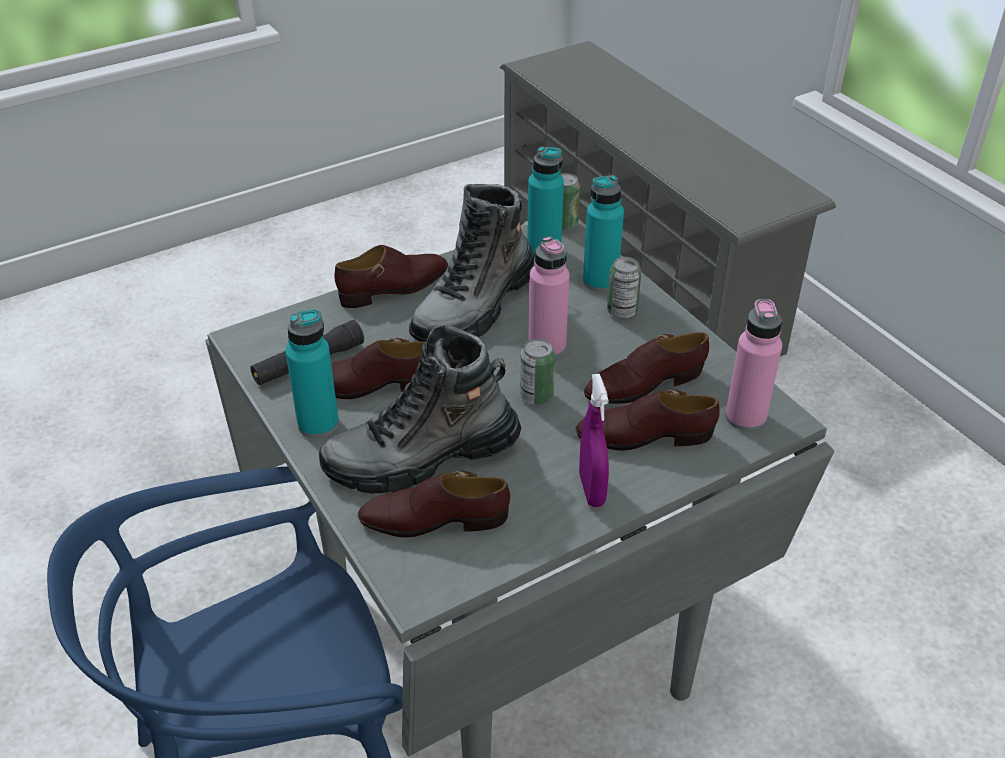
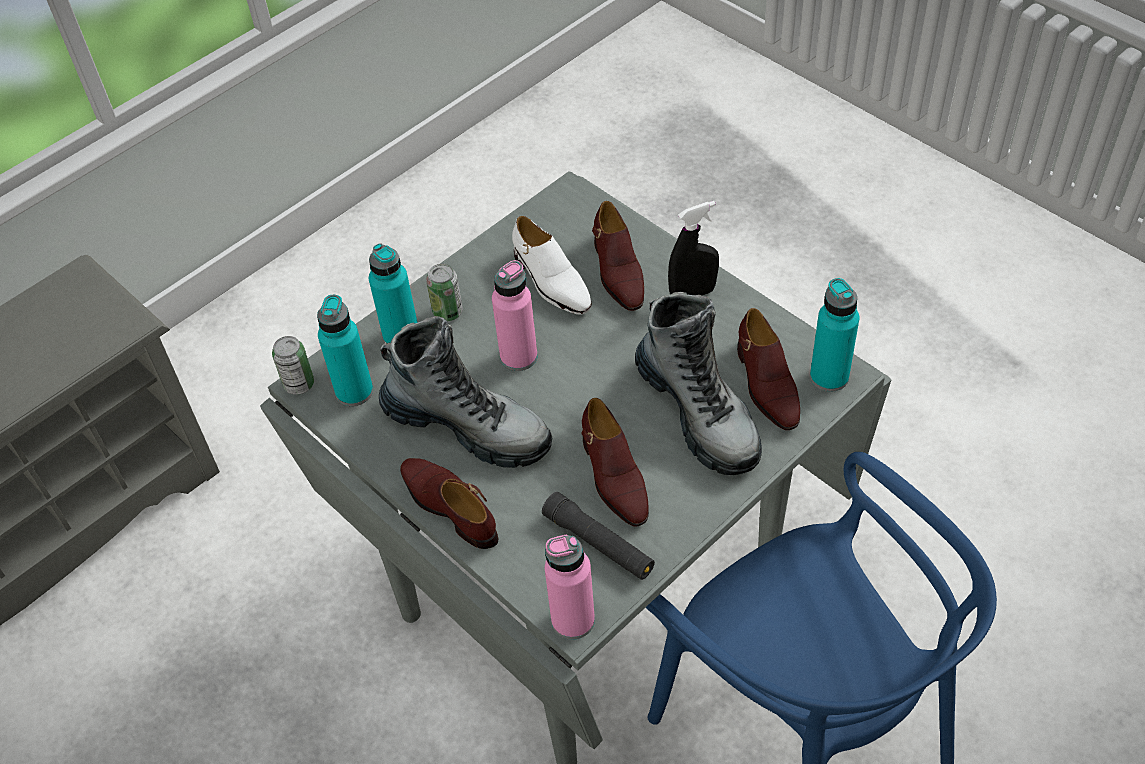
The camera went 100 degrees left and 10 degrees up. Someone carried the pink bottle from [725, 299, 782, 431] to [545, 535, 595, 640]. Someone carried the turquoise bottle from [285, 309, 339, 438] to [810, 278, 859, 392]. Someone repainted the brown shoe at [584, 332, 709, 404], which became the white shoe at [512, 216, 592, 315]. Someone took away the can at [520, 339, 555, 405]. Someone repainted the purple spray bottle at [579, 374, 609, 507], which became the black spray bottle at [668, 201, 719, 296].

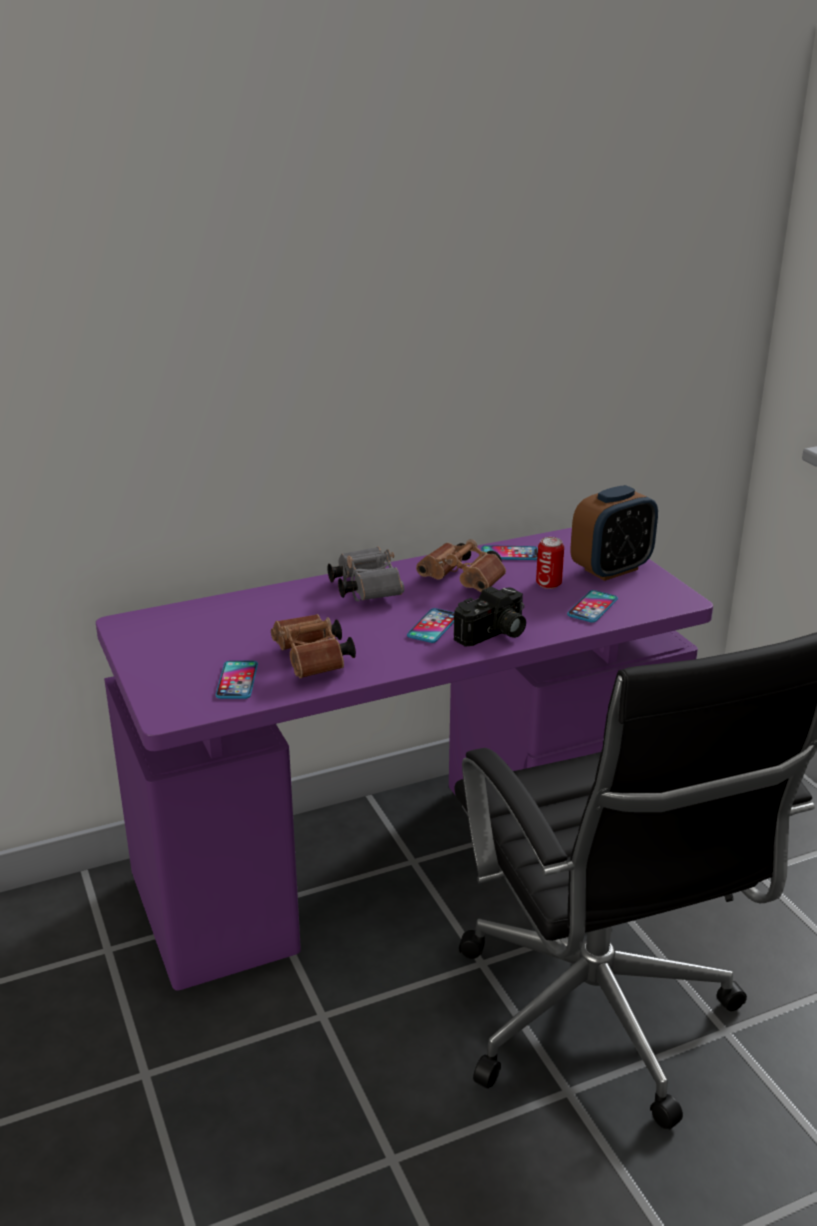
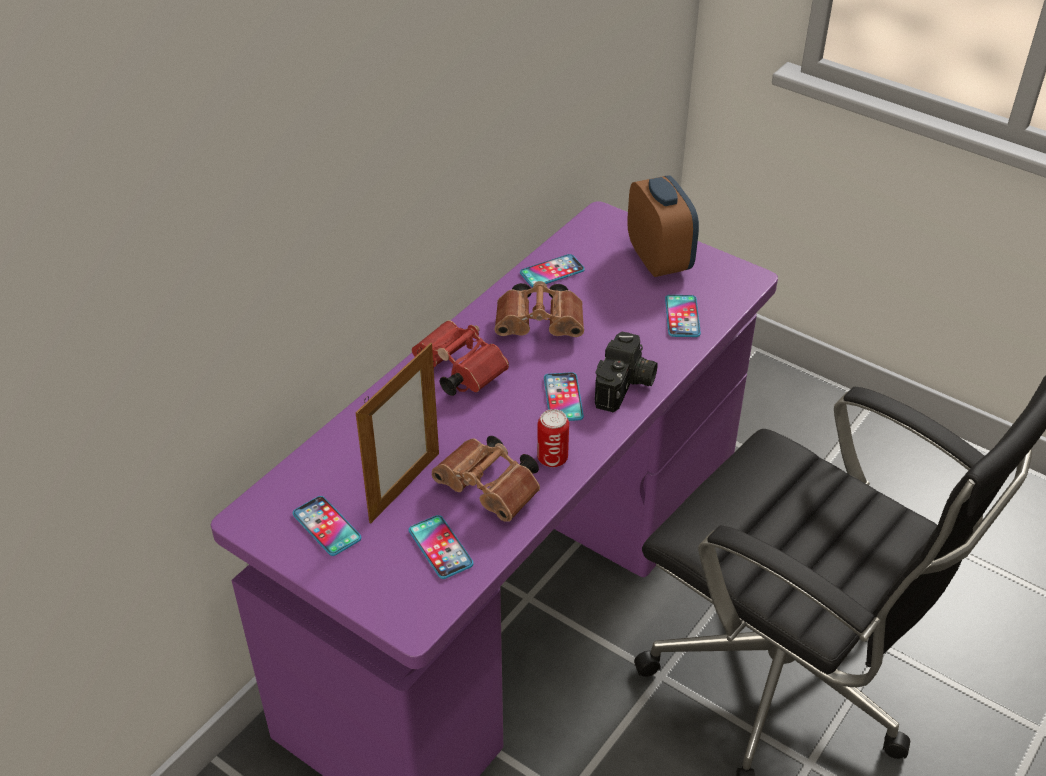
The camera went 30 degrees left and 15 degrees up. Someone rotated the alarm clock at [571, 485, 658, 581] by 45 degrees counterclockwise. Someone carried the can from [536, 537, 564, 589] to [537, 409, 569, 467]. Someone repainted the grey binoculars at [327, 547, 404, 601], which became the red binoculars at [412, 320, 509, 396]. Someone put down the picture frame at [356, 343, 439, 524]. Someone put down the phone at [292, 496, 361, 556].

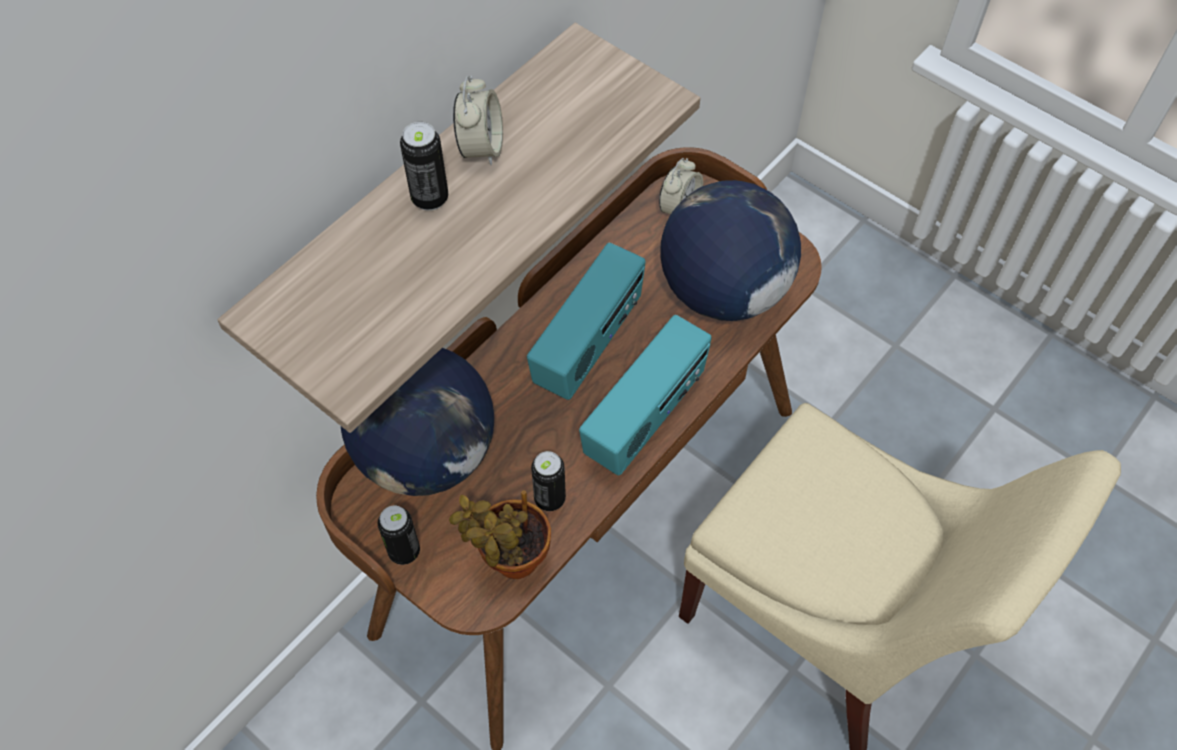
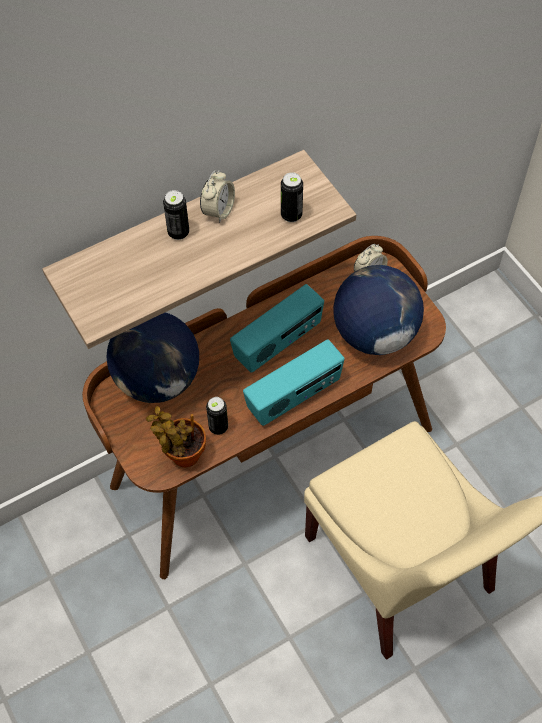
The camera went 20 degrees right and 0 degrees up. Someone carried the can from [378, 506, 420, 565] to [281, 172, 303, 222].

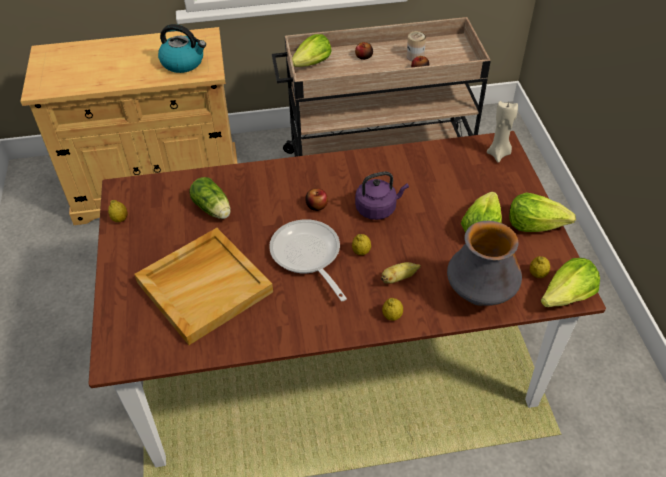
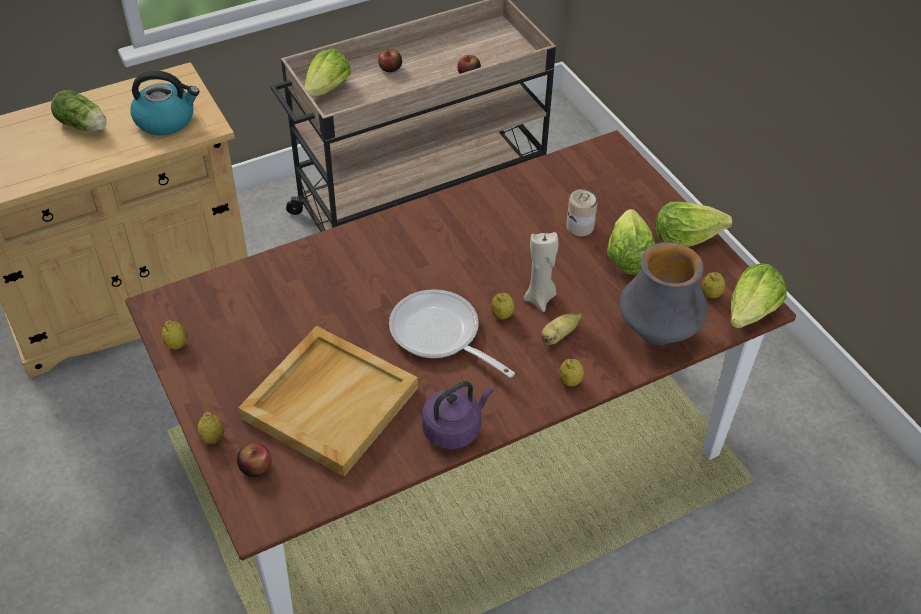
The camera went 20 degrees left and 0 degrees up. Someone carried the can from [407, 31, 426, 61] to [566, 189, 598, 236]. Someone carried the beige candle from [487, 101, 518, 163] to [523, 232, 558, 312]. Someone carried the purple kettle from [355, 171, 409, 220] to [422, 381, 494, 449]. Someone carried the lettuce from [189, 177, 231, 219] to [51, 90, 107, 131]. Someone carried the apple from [305, 188, 328, 211] to [237, 443, 271, 477]. Someone put down the lemon at [198, 412, 225, 444].

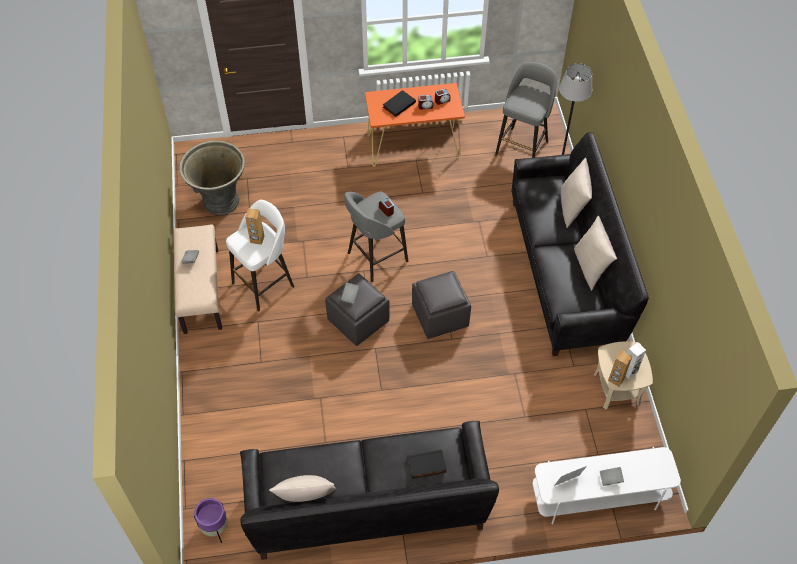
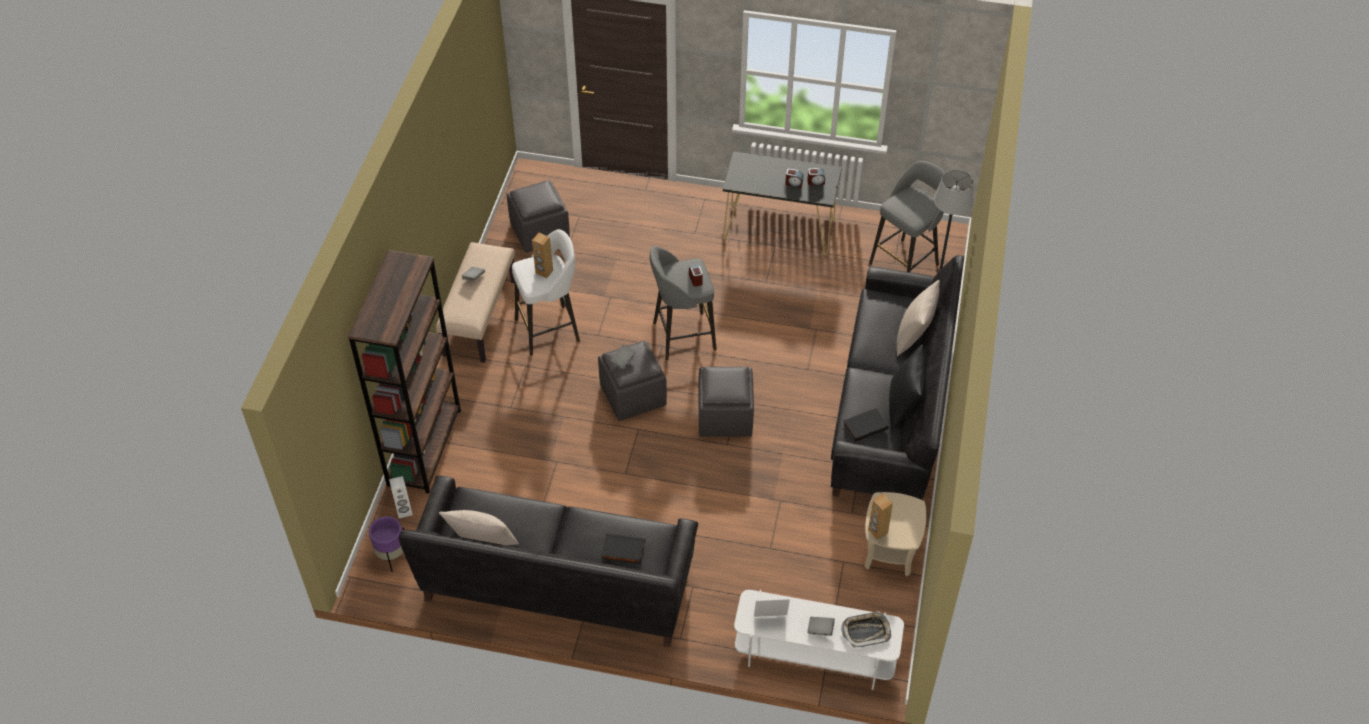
The camera went 20 degrees right and 5 degrees down. Someone repainted the orange console table at [365, 83, 465, 167], which became the black console table at [723, 151, 842, 255]. Someone carried the black book from [383, 90, 416, 117] to [843, 408, 889, 442]. Someone swapped the grey planter at [179, 141, 245, 215] for the grey ottoman at [507, 180, 570, 253]. Someone repainted the beige pillow at [574, 216, 617, 291], which became the black pillow at [889, 345, 926, 429]. Someone carried the white speaker from [626, 342, 646, 379] to [389, 476, 412, 518]. Someone put down the brown bookcase at [348, 250, 461, 494]. Someone put down the tray at [841, 611, 891, 648].

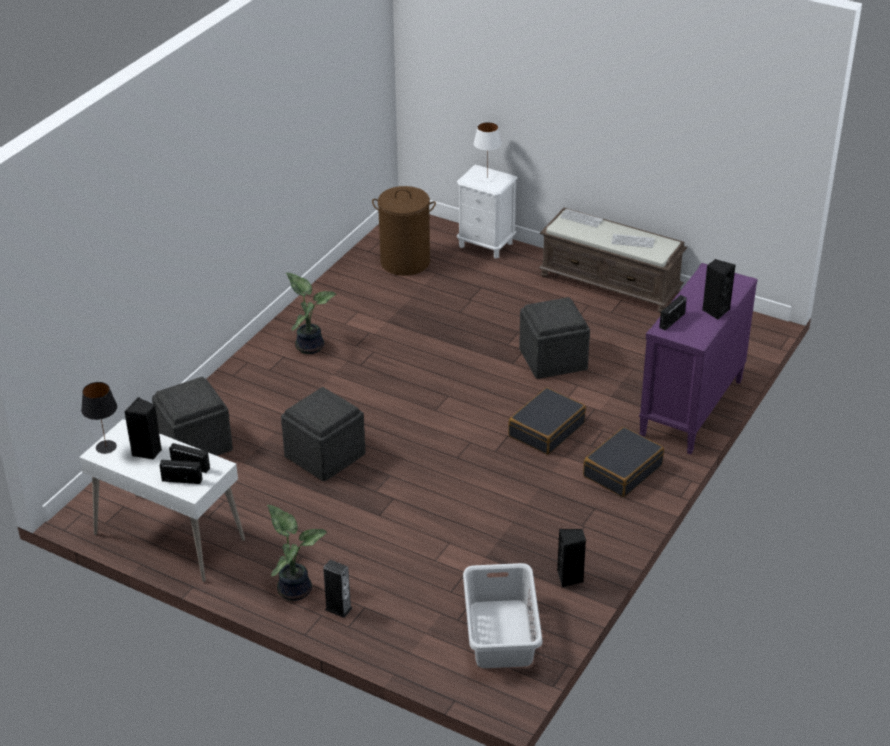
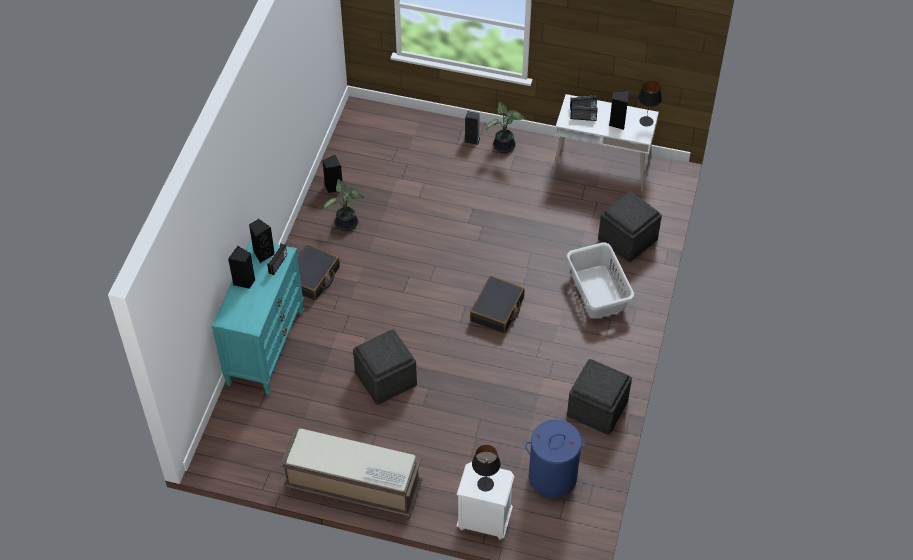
The camera went 165 degrees right and 15 degrees up. Someone repainted the white table lamp at [474, 122, 502, 182], which became the black table lamp at [472, 445, 501, 491]. Someone repainted the brown laundry basket at [372, 186, 436, 276], which became the blue laundry basket at [525, 419, 587, 498]. Someone took away the keyboard at [611, 234, 655, 248]. Someone repainted the purple dresser at [639, 263, 758, 454], which became the turquoise dresser at [212, 240, 304, 395]. Someone carried the potted plant from [286, 273, 337, 354] to [323, 179, 365, 231]. Someone carried the grey ottoman from [281, 387, 366, 481] to [567, 359, 632, 435]. Someone carried the black suitcase from [508, 388, 586, 455] to [470, 276, 525, 333]. Someone carried the grey laundry basket from [463, 563, 543, 668] to [566, 242, 635, 318]. Someone put down the black speaker at [249, 219, 275, 263].

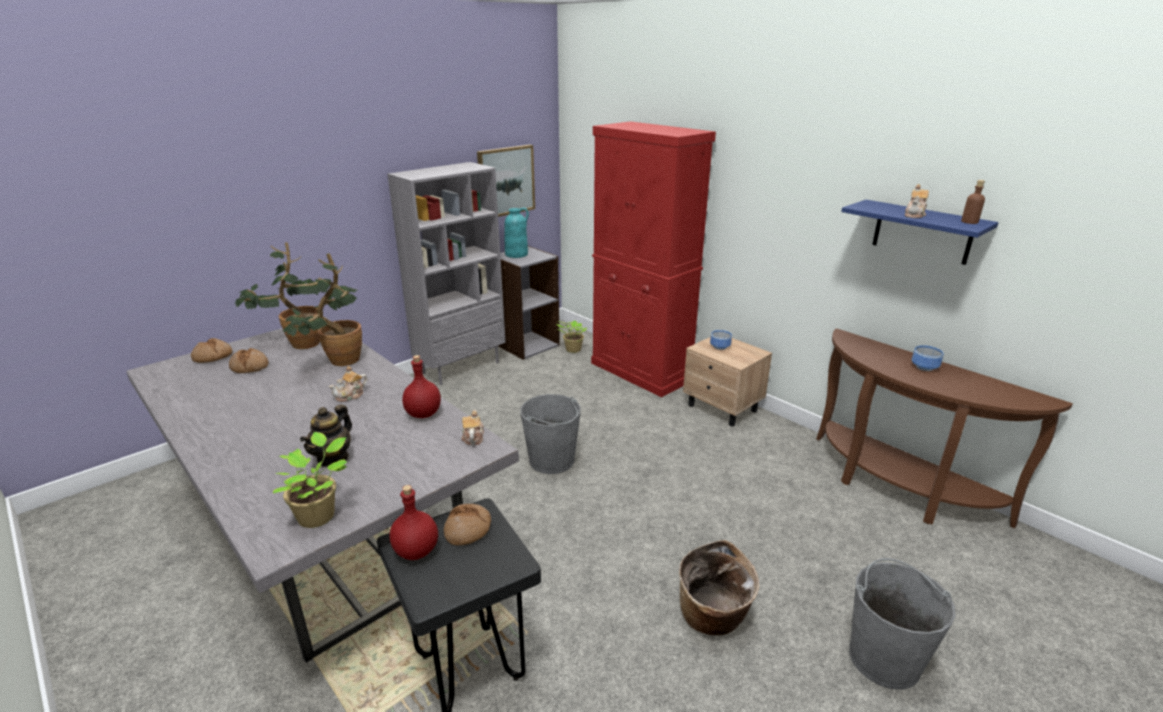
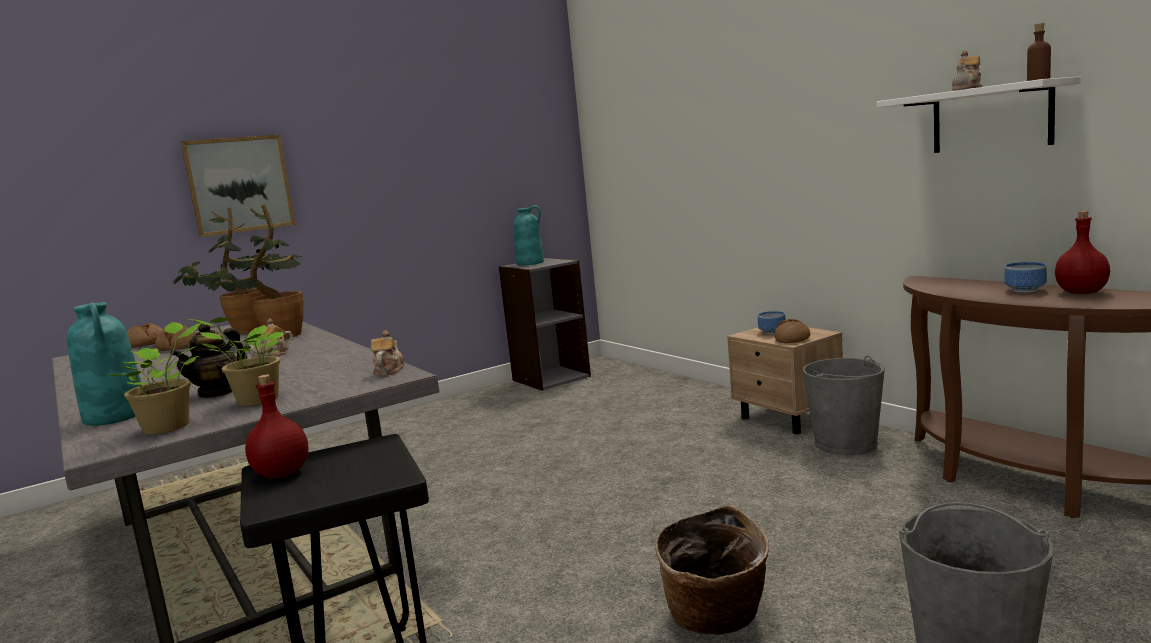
The camera went 10 degrees right and 15 degrees down. Someone took away the red cabinet at [591, 121, 716, 397]. Someone carried the picture from [477, 145, 535, 217] to [181, 134, 296, 237]. Someone took away the grey bookcase at [387, 162, 506, 385]. Someone repainted the blue shelf at [841, 200, 999, 265], which became the white shelf at [877, 77, 1081, 153]. Someone carried the potted plant from [555, 320, 587, 353] to [189, 317, 283, 406]. Someone carried the red bottle from [402, 355, 441, 418] to [1055, 211, 1110, 294]. Someone carried the grey bucket from [520, 394, 581, 474] to [802, 356, 885, 455]. Someone carried the bread from [444, 504, 491, 545] to [775, 319, 810, 343]. Someone put down the turquoise vase at [67, 302, 142, 426].

